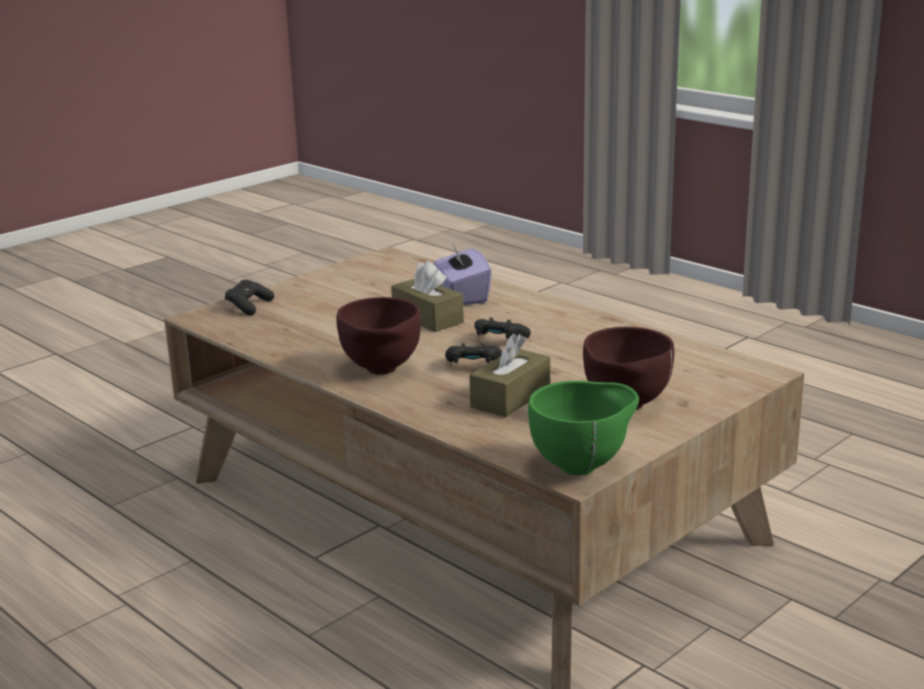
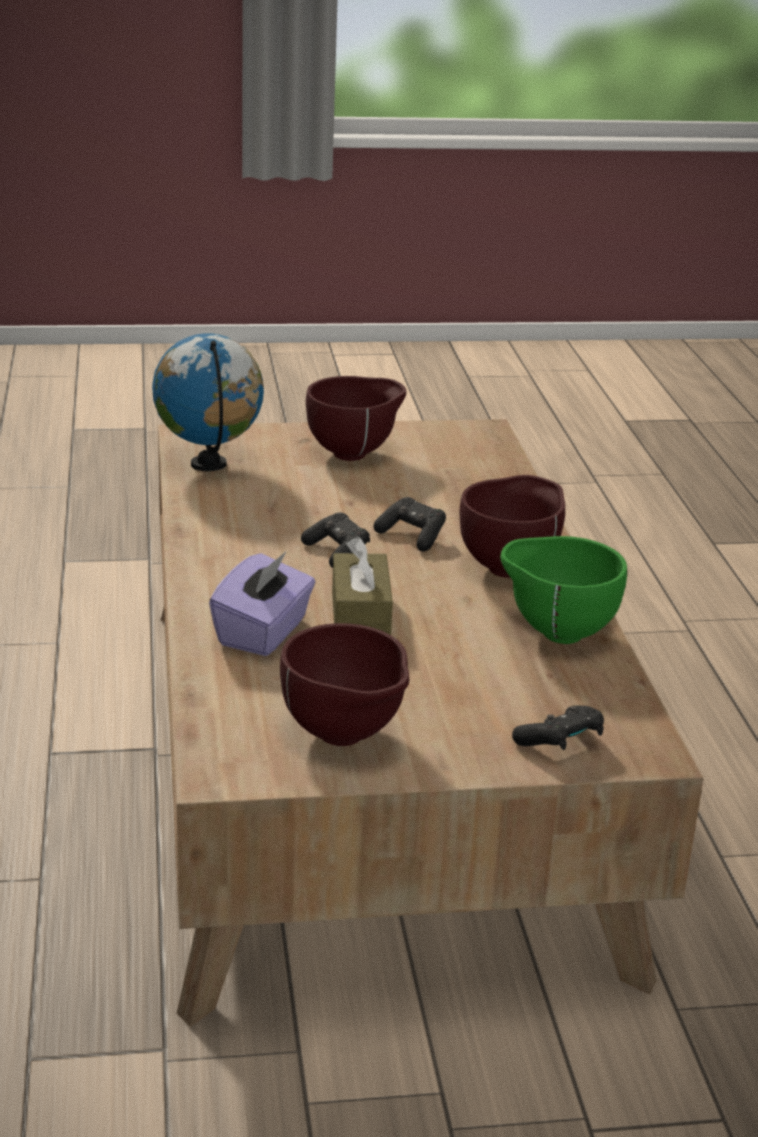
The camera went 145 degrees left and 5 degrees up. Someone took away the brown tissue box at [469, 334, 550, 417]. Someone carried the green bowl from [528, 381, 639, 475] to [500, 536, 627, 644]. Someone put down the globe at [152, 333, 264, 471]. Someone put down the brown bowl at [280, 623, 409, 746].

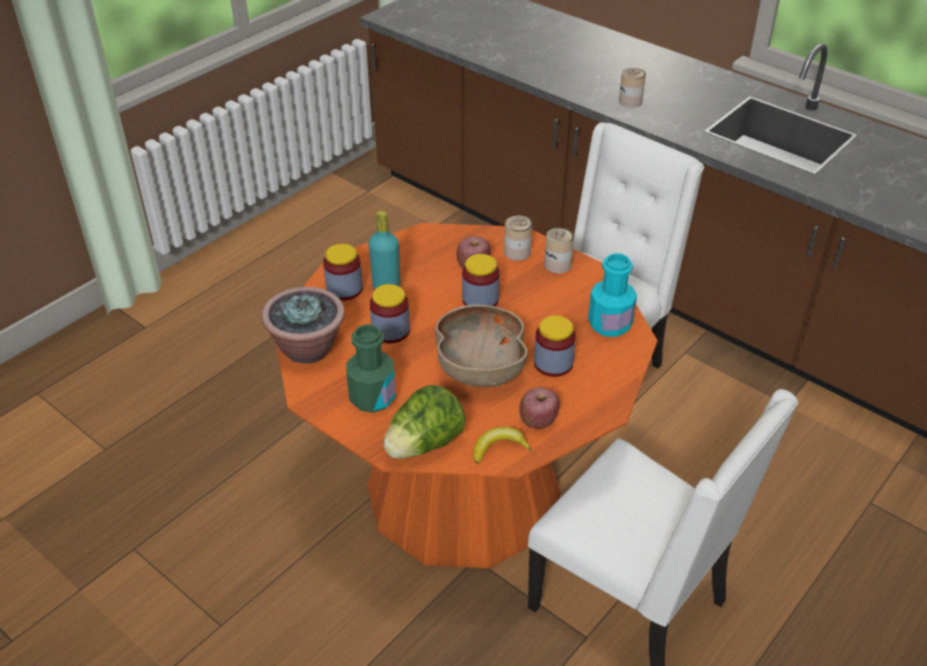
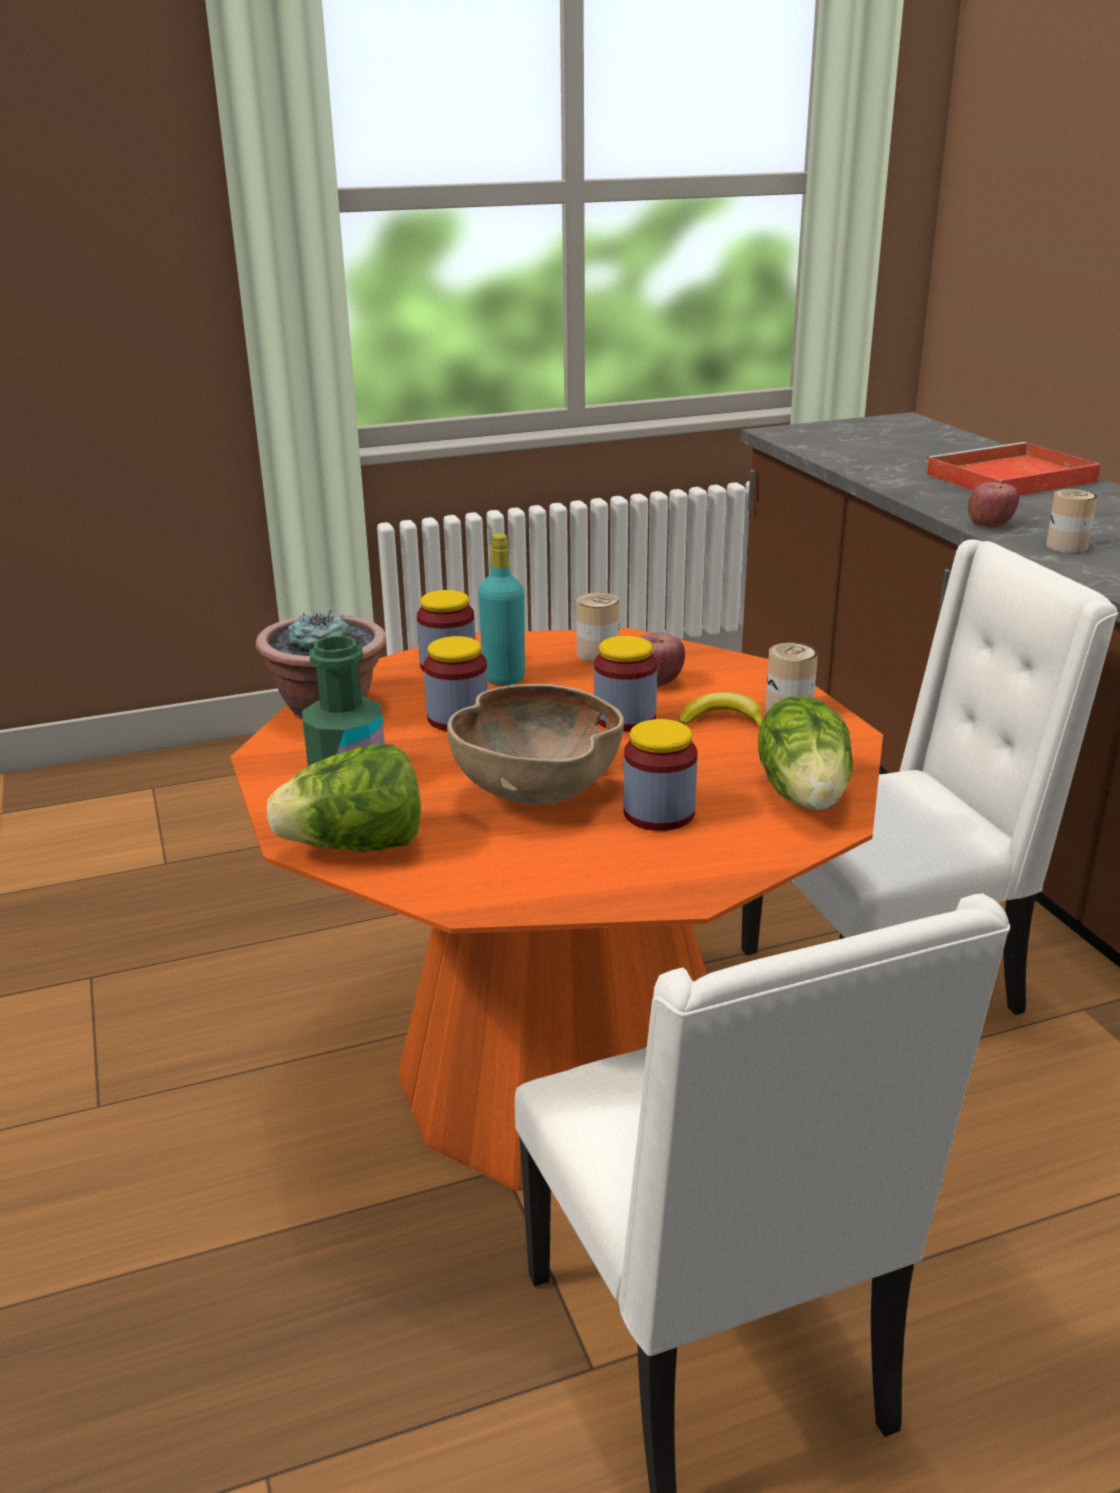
The camera went 30 degrees right and 15 degrees down. Someone carried the can from [504, 215, 532, 261] to [576, 593, 620, 662]. Someone swapped the turquoise bottle at [588, 253, 637, 337] for the lettuce at [758, 696, 853, 811]. Someone carried the apple from [519, 387, 560, 429] to [968, 482, 1019, 527]. Someone carried the banana from [473, 426, 532, 463] to [679, 692, 762, 728]. Someone put down the red tray at [925, 442, 1101, 496].

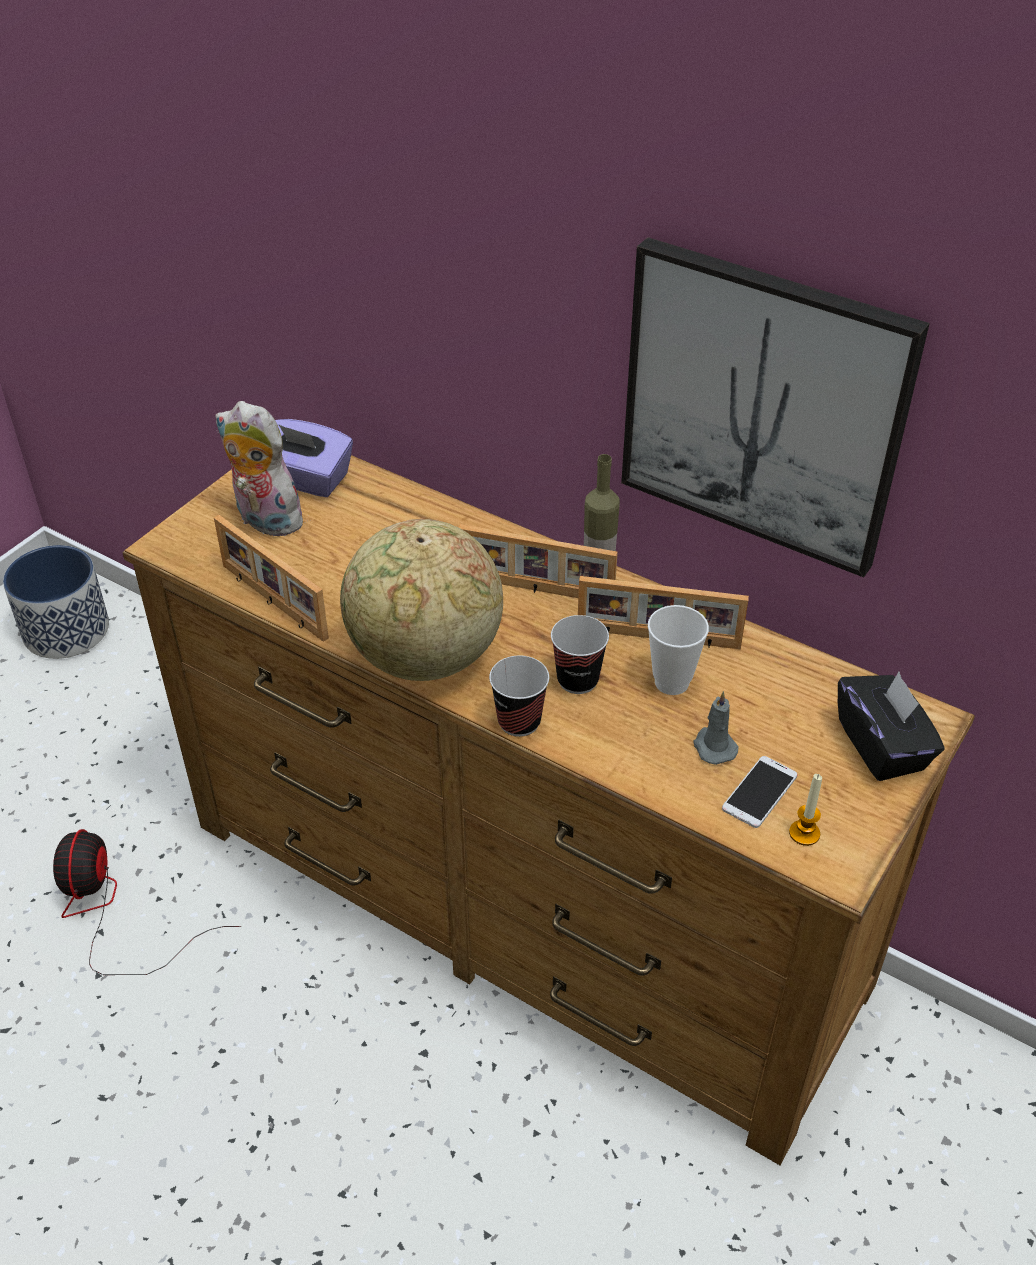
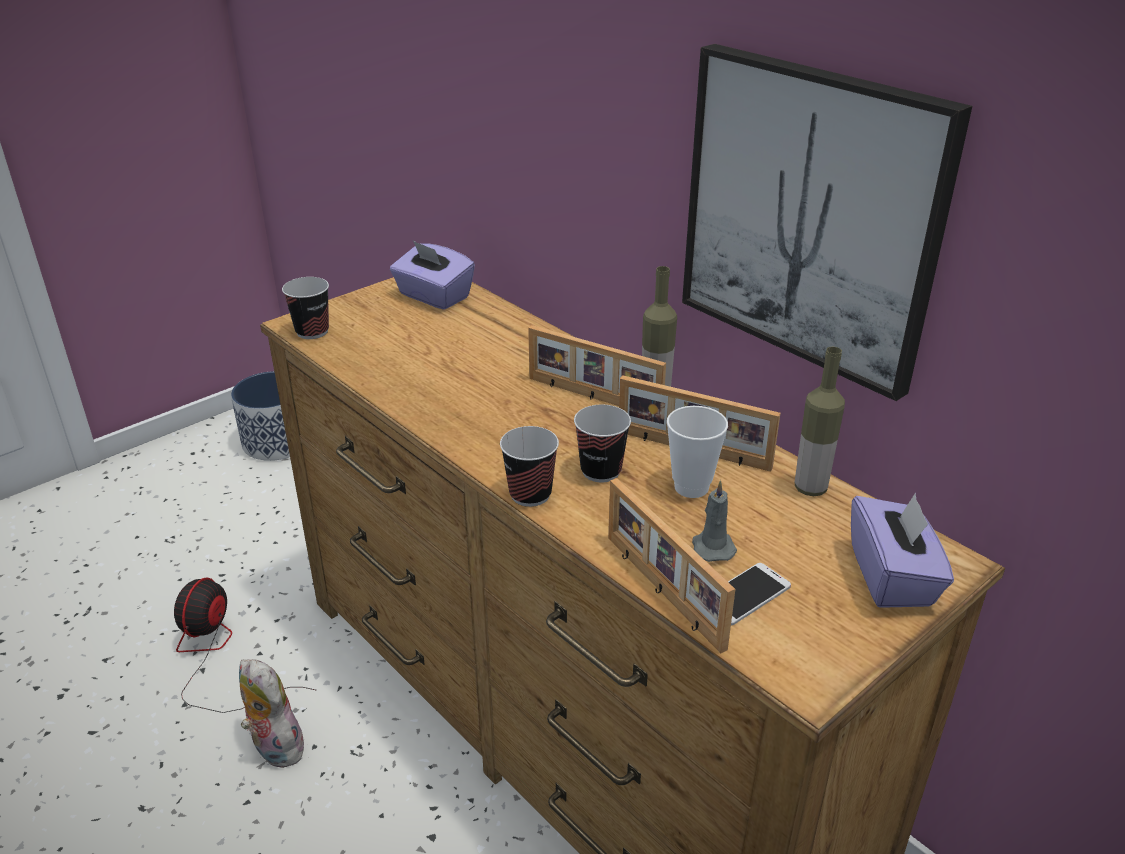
The camera went 15 degrees right and 10 degrees down. Someone carried the plush toy from [216, 401, 306, 536] to [239, 659, 307, 768]. Someone carried the picture frame from [214, 515, 329, 642] to [608, 478, 735, 653]. Someone took away the globe at [340, 519, 503, 681]. Someone repainted the black tissue box at [838, 672, 945, 781], which became the purple tissue box at [851, 493, 954, 608]. Someone took away the candle at [789, 774, 822, 846]. Someone put down the cup at [282, 277, 329, 339]. Someone put down the bottle at [795, 347, 845, 496].

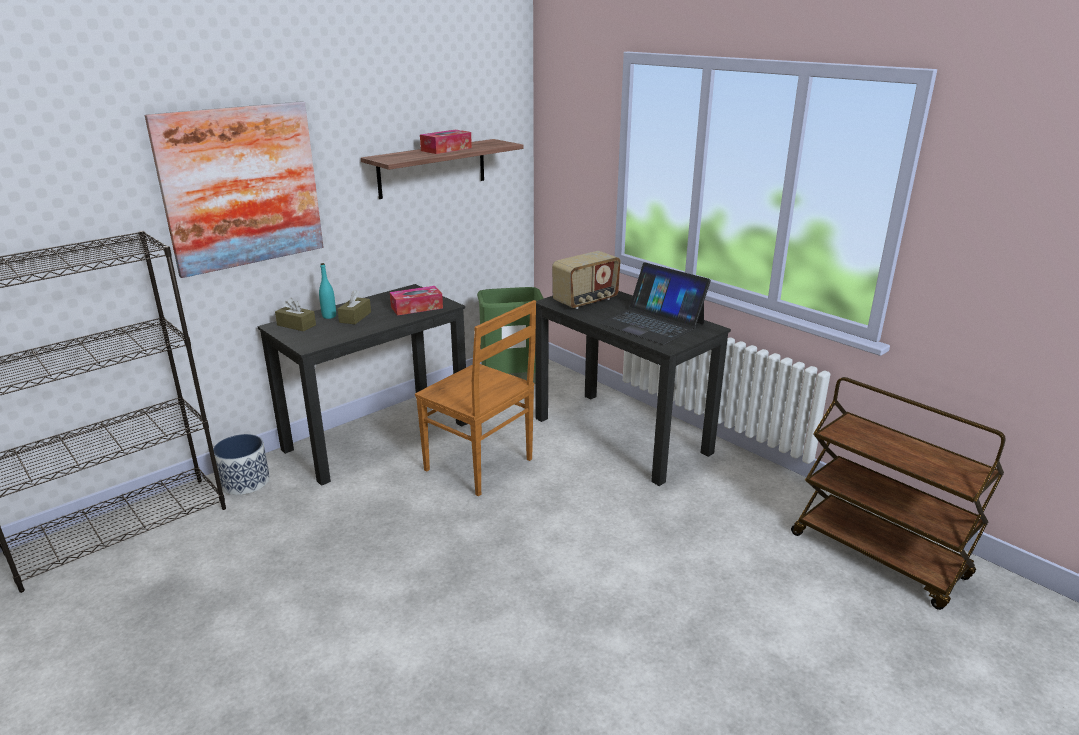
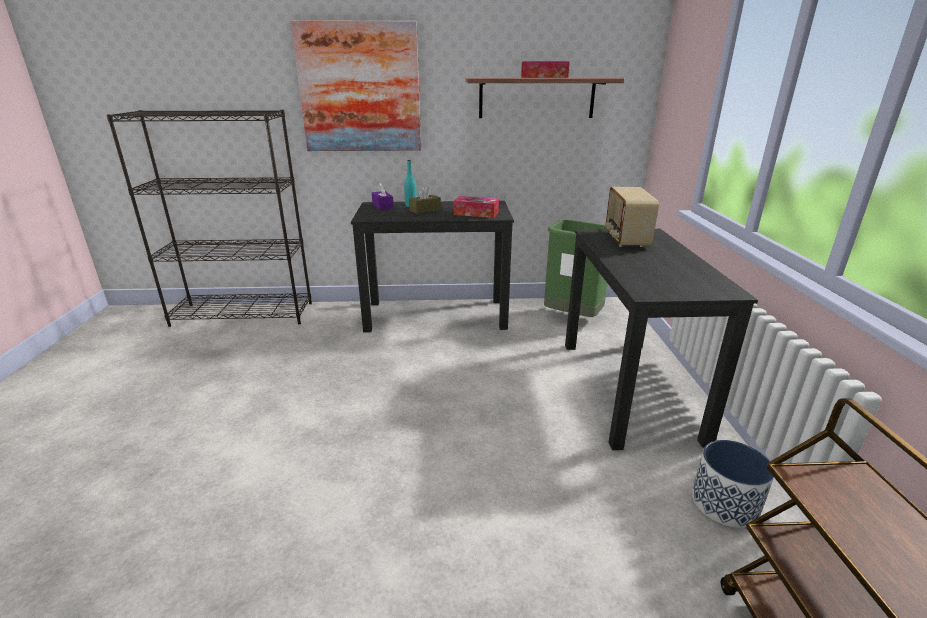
The camera went 40 degrees right and 0 degrees up. Someone rotated the radio at [552, 251, 621, 309] by 90 degrees clockwise. Someone took away the laptop at [599, 262, 711, 345]. Someone repainted the brown tissue box at [275, 298, 316, 331], which became the purple tissue box at [372, 183, 394, 210]. Someone took away the brown chair at [415, 300, 536, 496]. Someone carried the planter from [213, 434, 270, 495] to [692, 440, 774, 528].

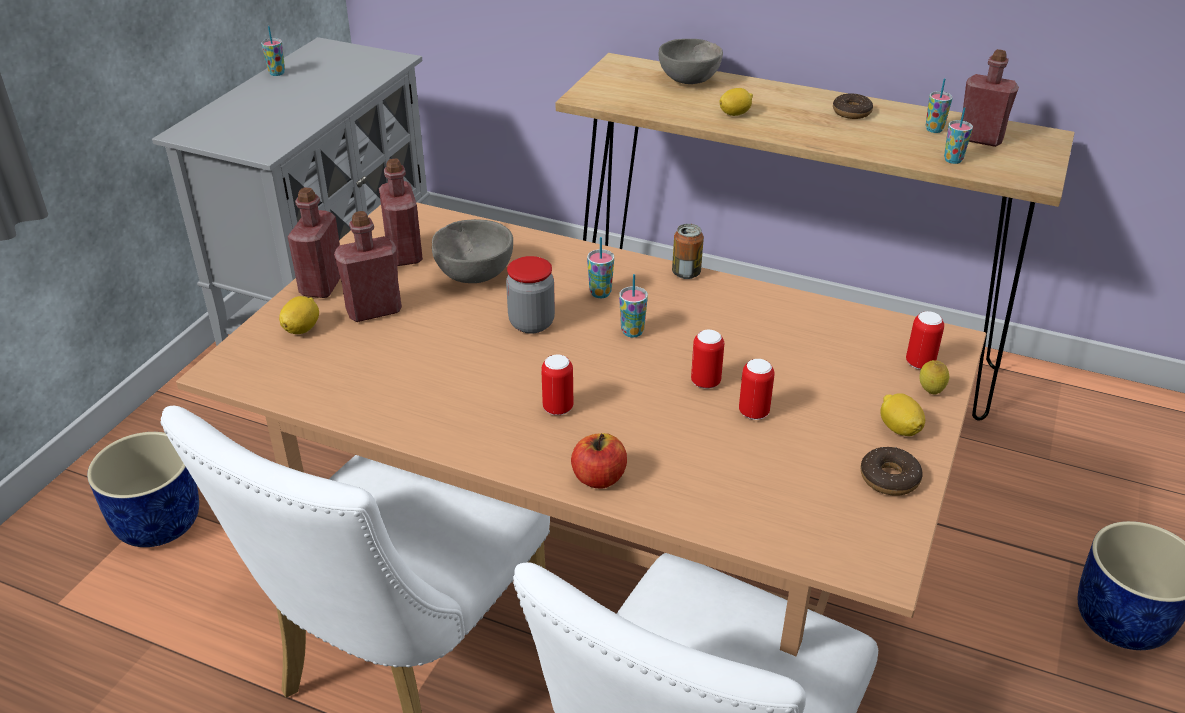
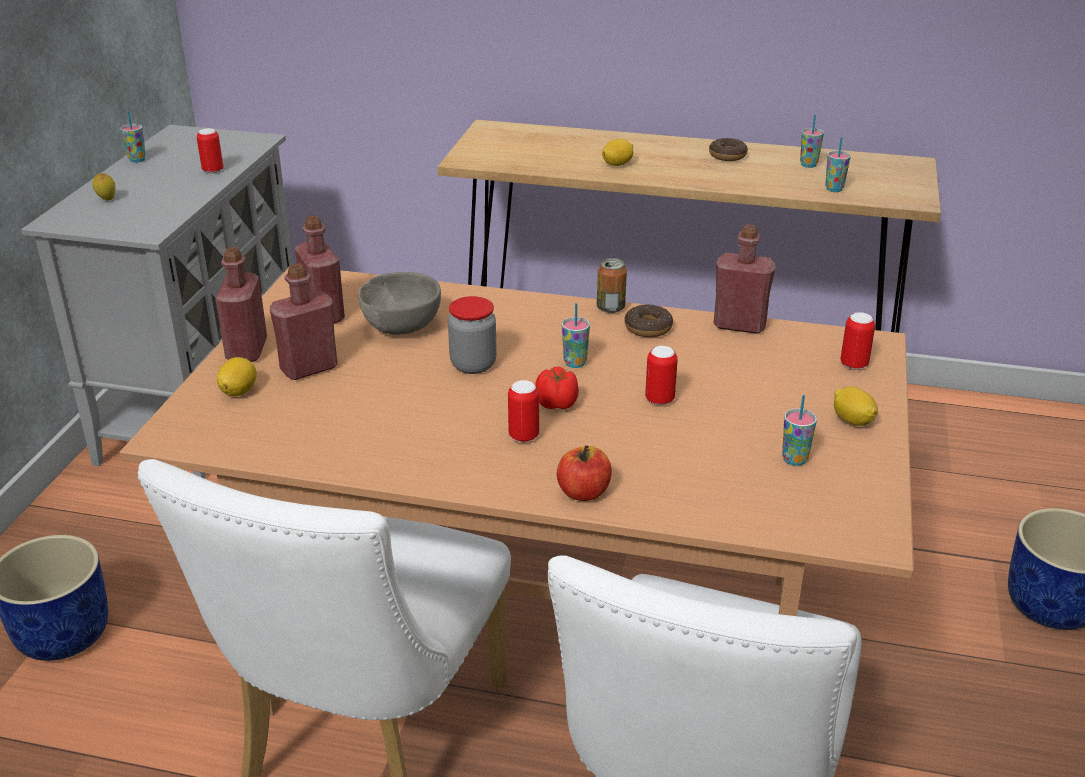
The camera went 10 degrees left and 5 degrees down. Someone took away the grey bowl at [659, 39, 723, 84]. Someone carried the red bottle from [961, 49, 1019, 147] to [714, 224, 776, 334]. Someone carried the cup from [587, 237, 614, 298] to [782, 395, 817, 466]. Someone carried the can from [739, 359, 775, 420] to [197, 128, 223, 173]. Someone carried the lemon from [919, 360, 949, 394] to [92, 173, 116, 200]. Someone carried the donut from [861, 447, 923, 496] to [624, 304, 673, 337]. Someone put down the tomato at [535, 366, 579, 409].

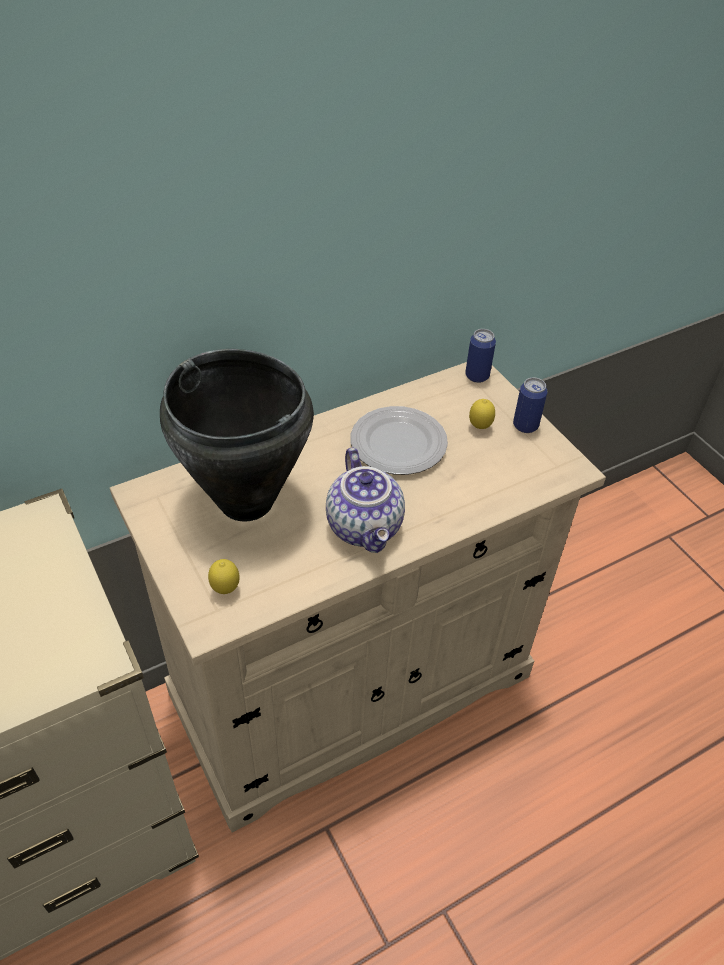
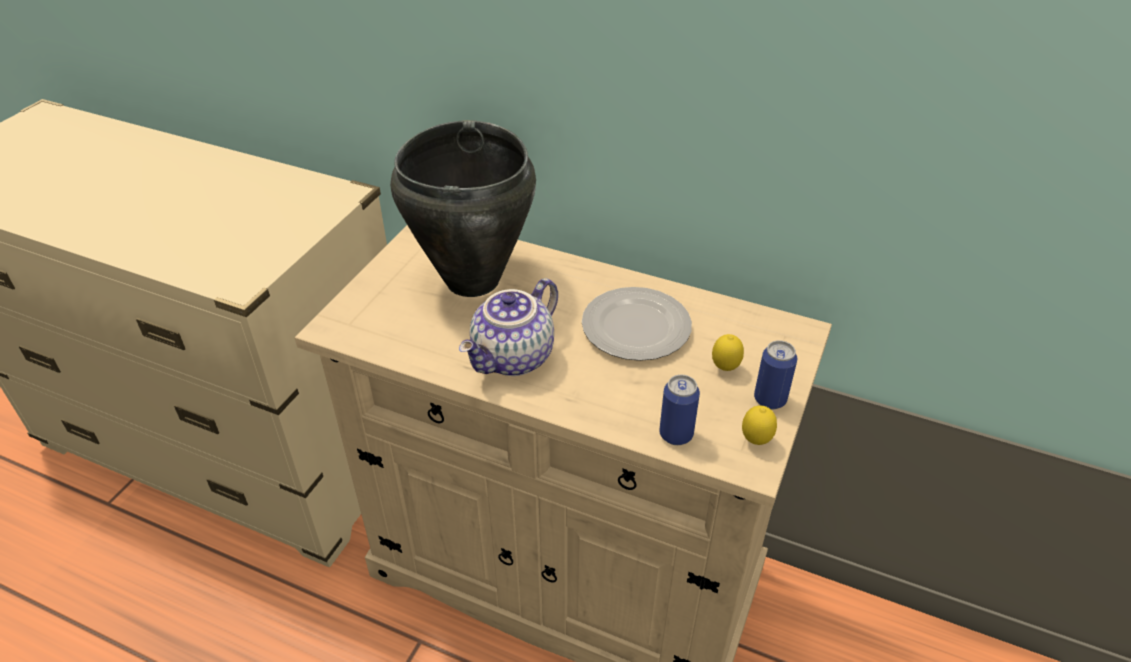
The camera went 55 degrees right and 5 degrees down. Someone carried the can from [465, 329, 496, 383] to [659, 375, 700, 445]. Someone carried the lemon from [208, 559, 240, 594] to [742, 405, 777, 445].

